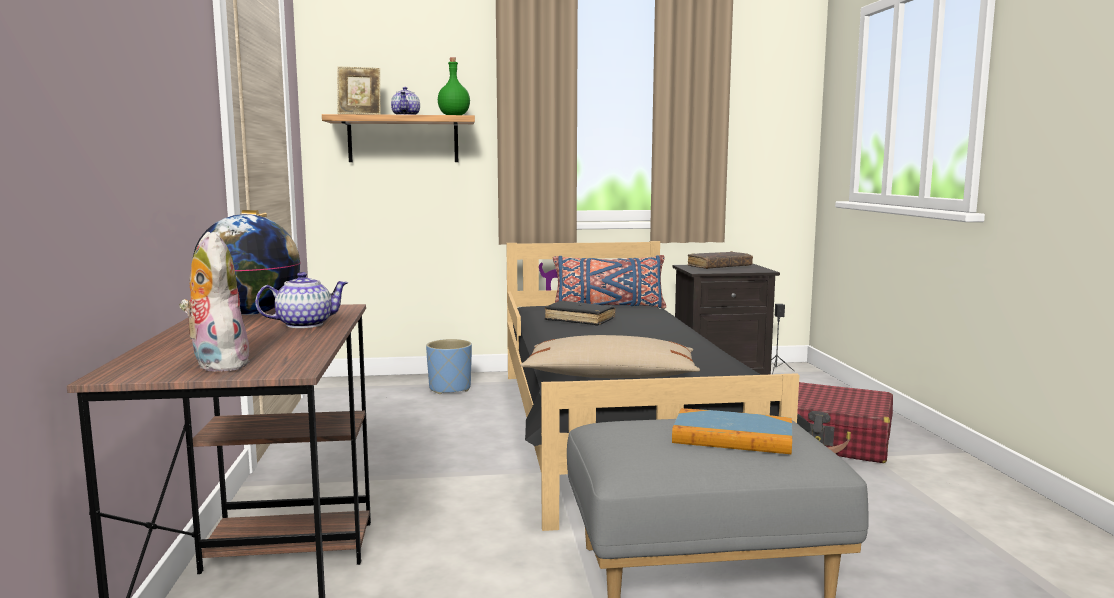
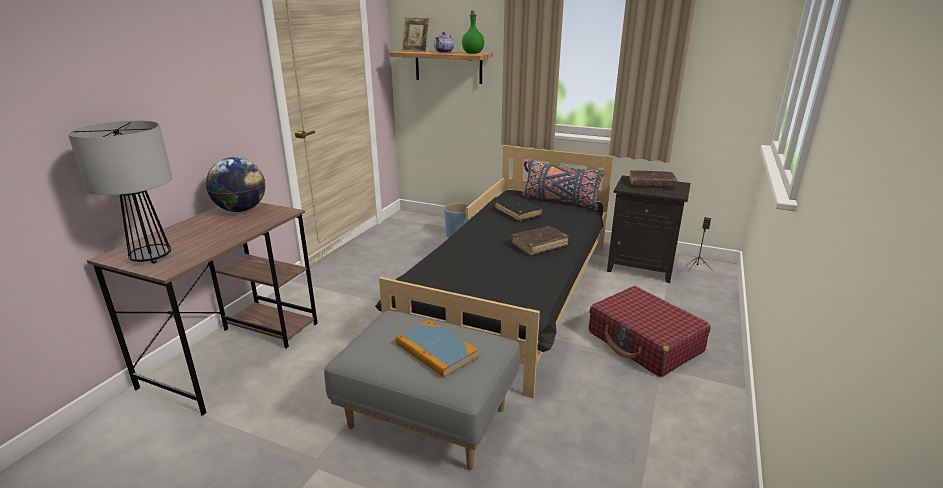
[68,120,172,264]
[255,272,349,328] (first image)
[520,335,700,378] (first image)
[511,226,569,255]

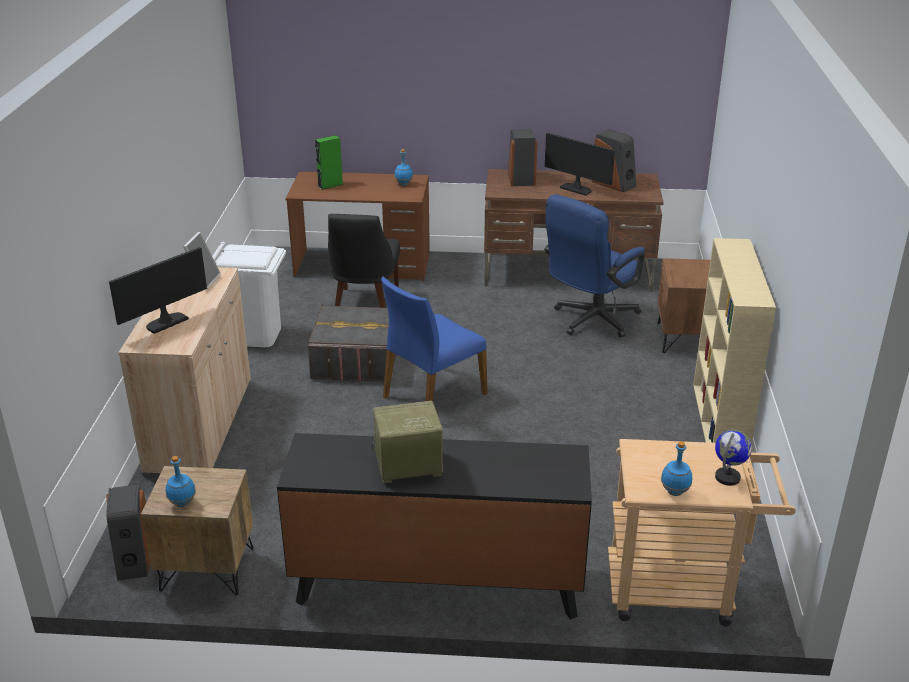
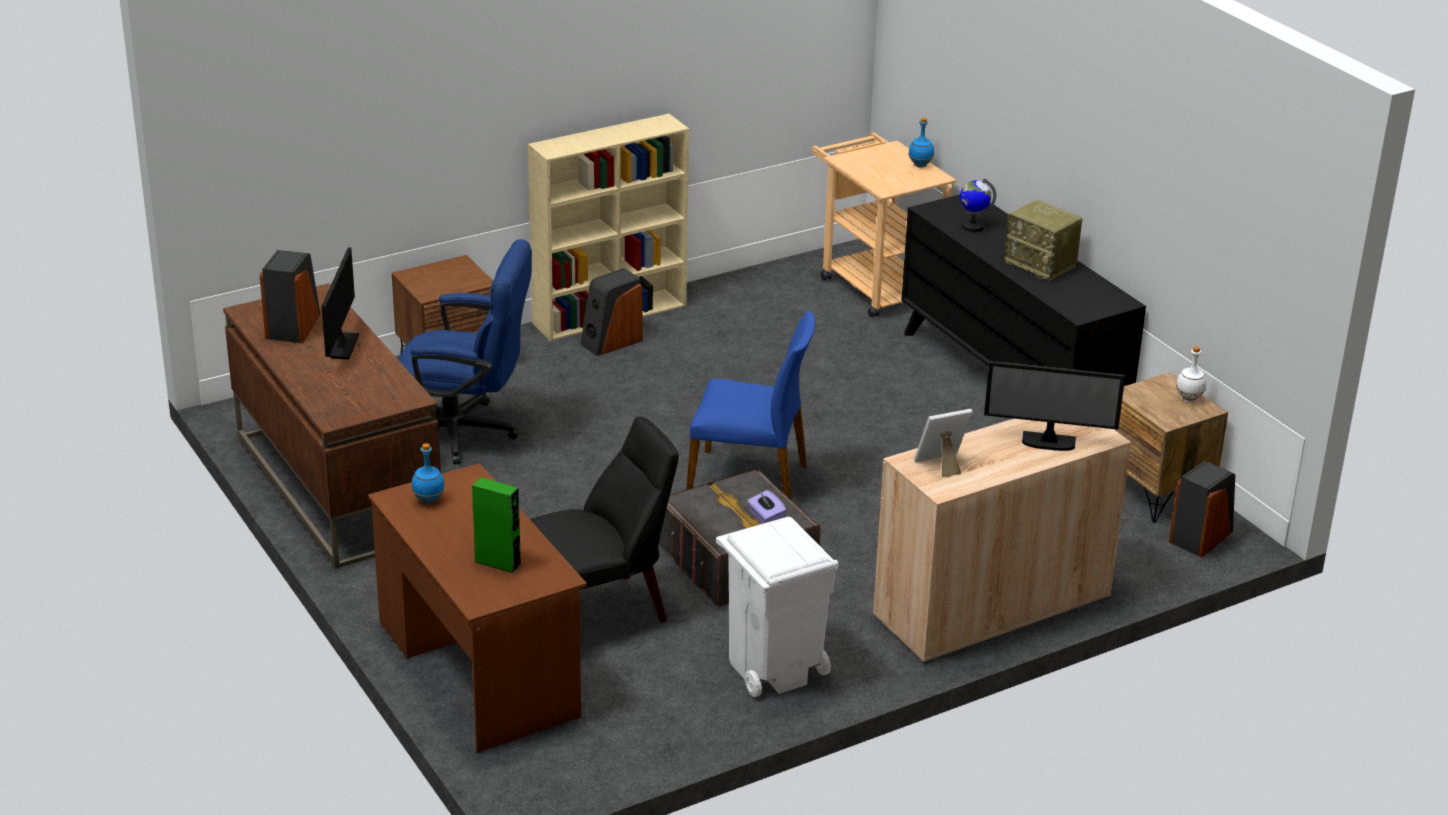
[1176,346,1206,402]
[580,268,643,356]
[960,179,996,232]
[747,490,787,524]

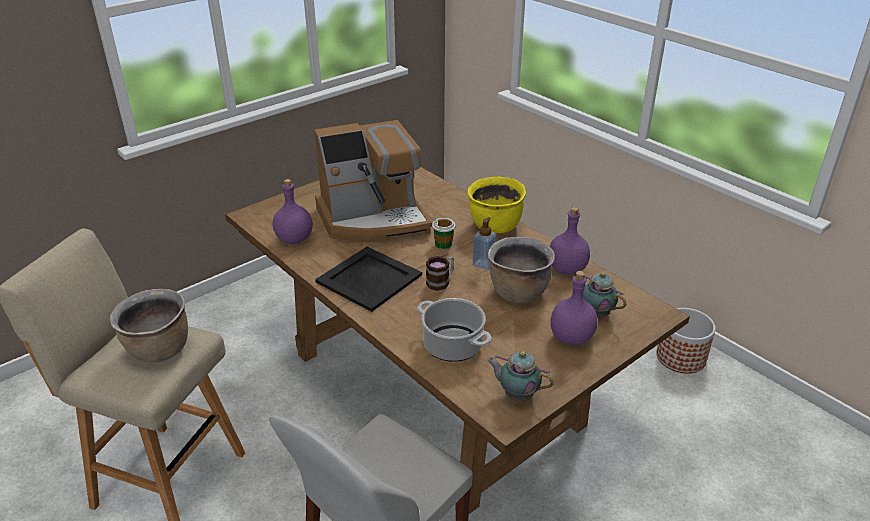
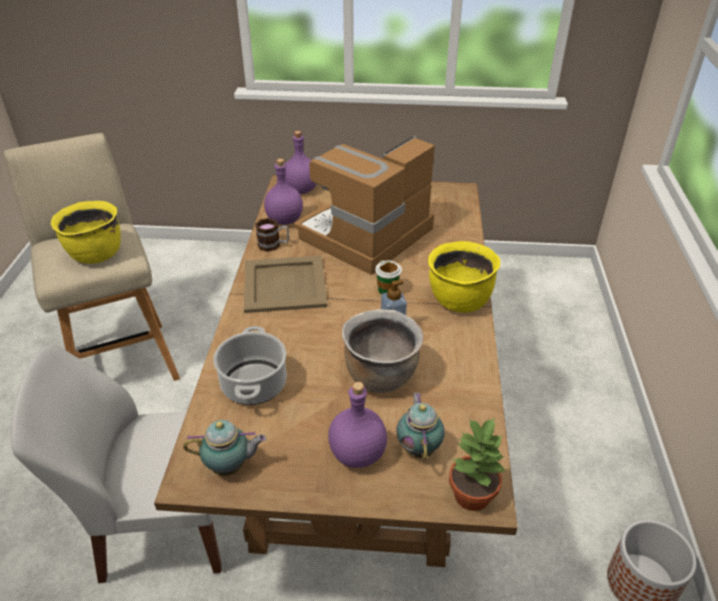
[51,201,121,264]
[294,136,435,275]
[244,255,327,313]
[255,218,289,252]
[183,420,266,476]
[285,131,317,194]
[449,418,506,511]

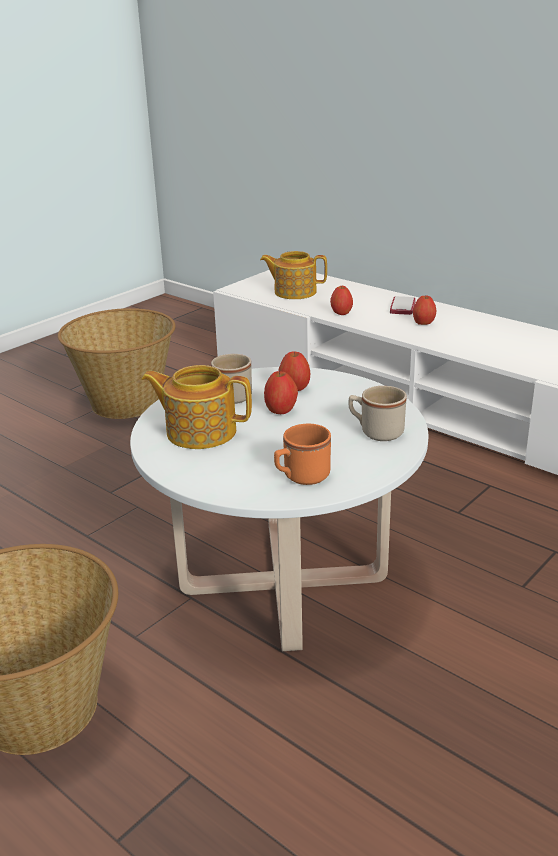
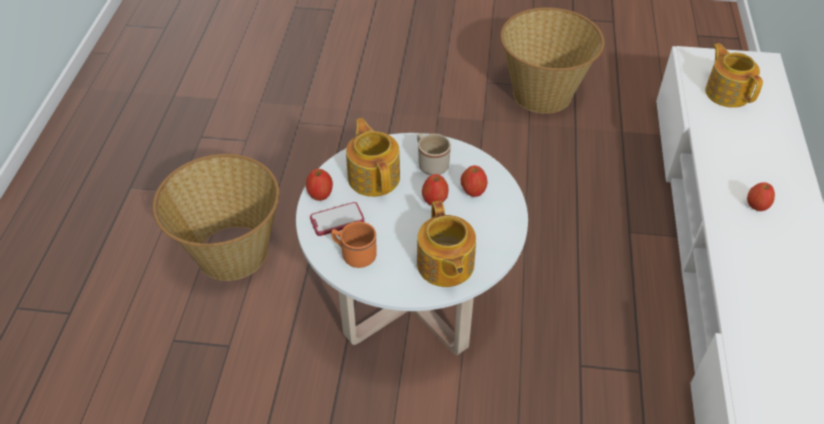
[306,169,333,201]
[417,200,476,287]
[310,202,364,236]

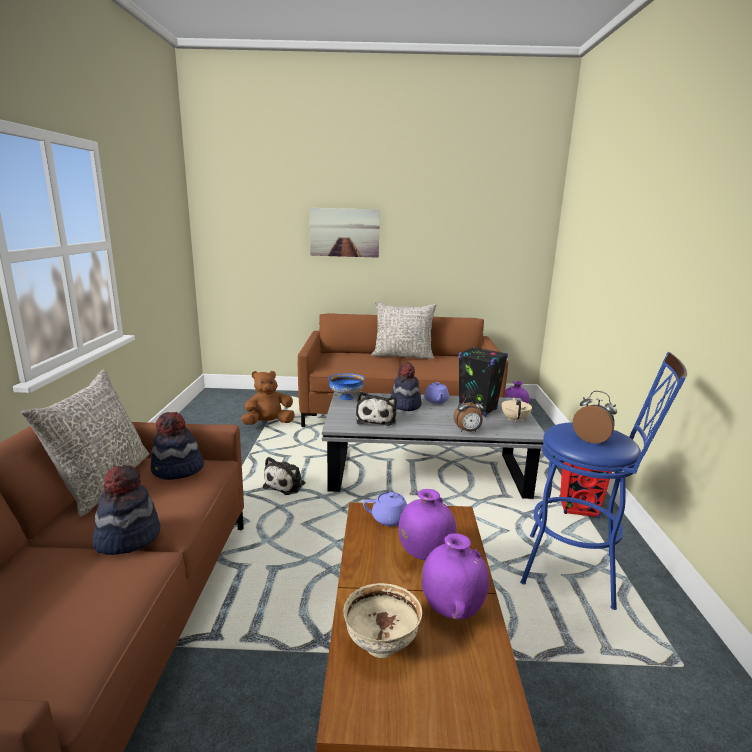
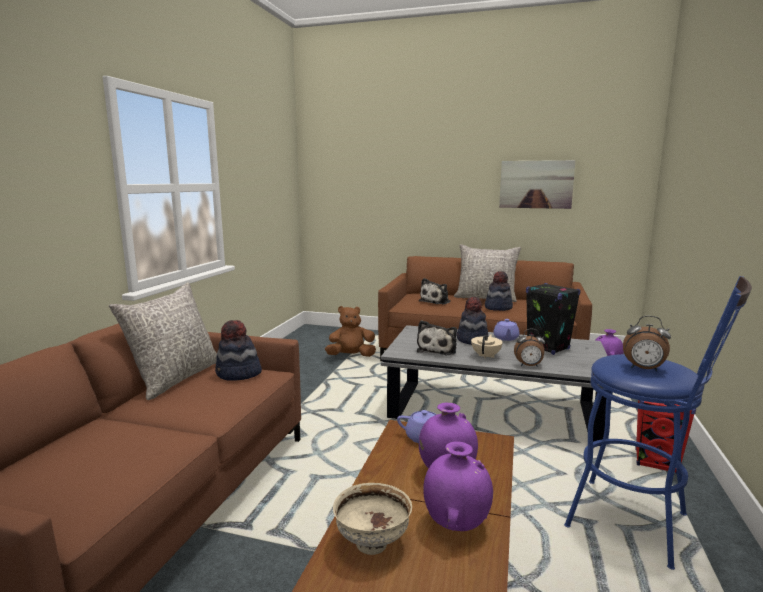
[485,271,513,311]
[419,278,451,305]
[499,160,576,209]
[328,373,365,400] (first image)
[471,334,503,359]
[623,316,671,372]

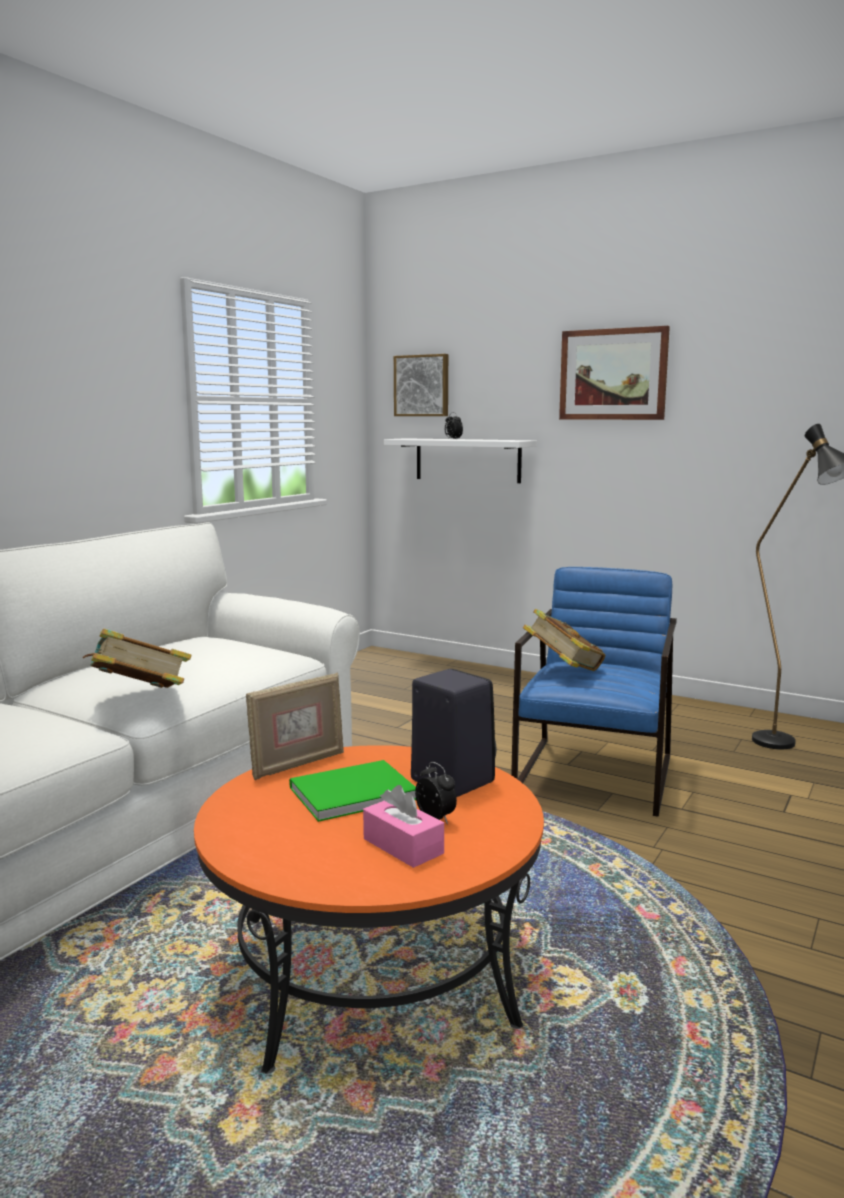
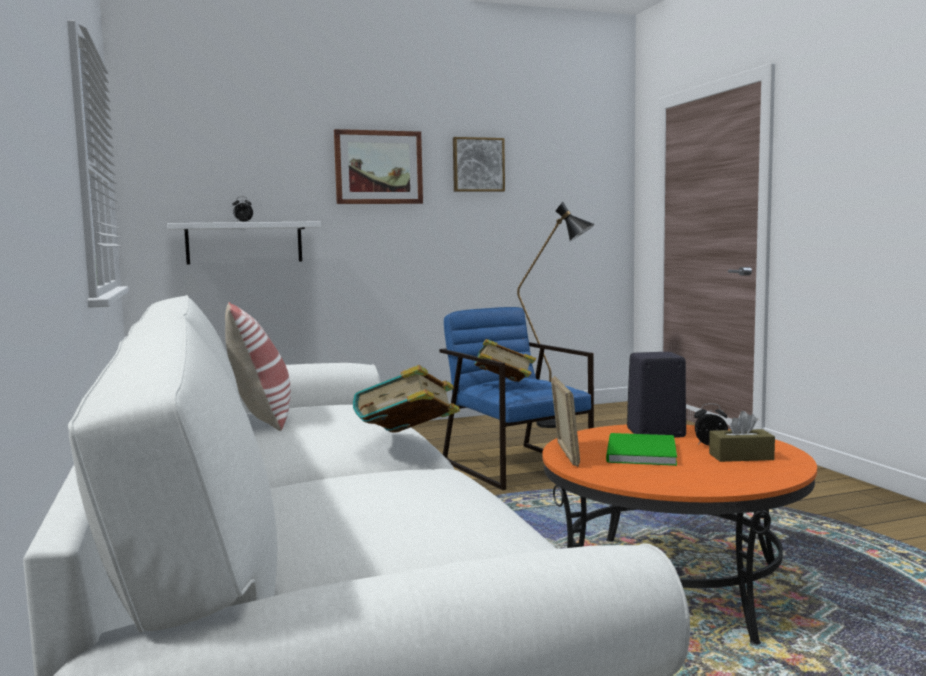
[709,411,775,462]
[453,137,505,192]
[225,302,291,431]

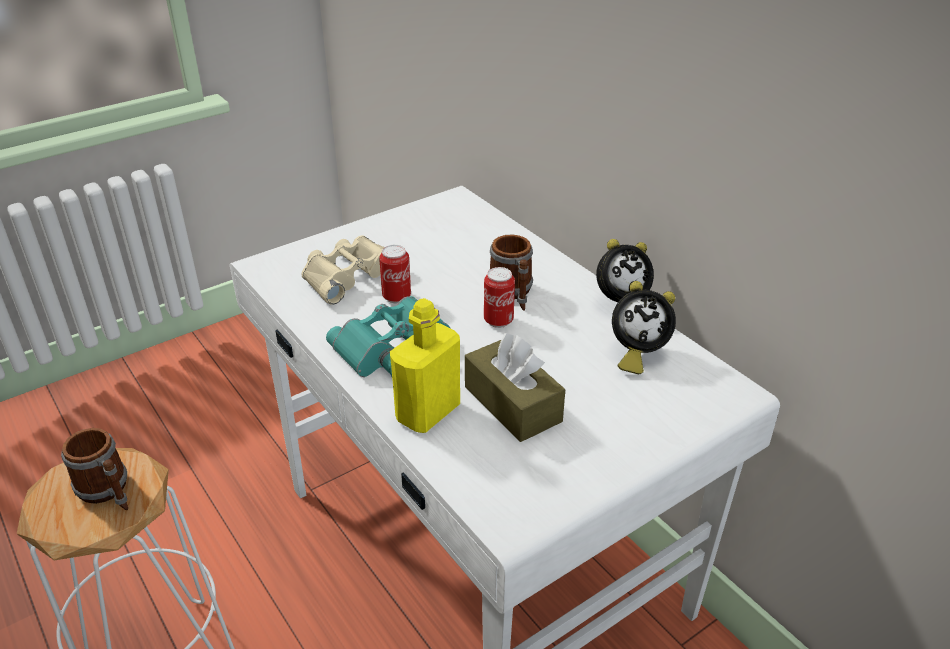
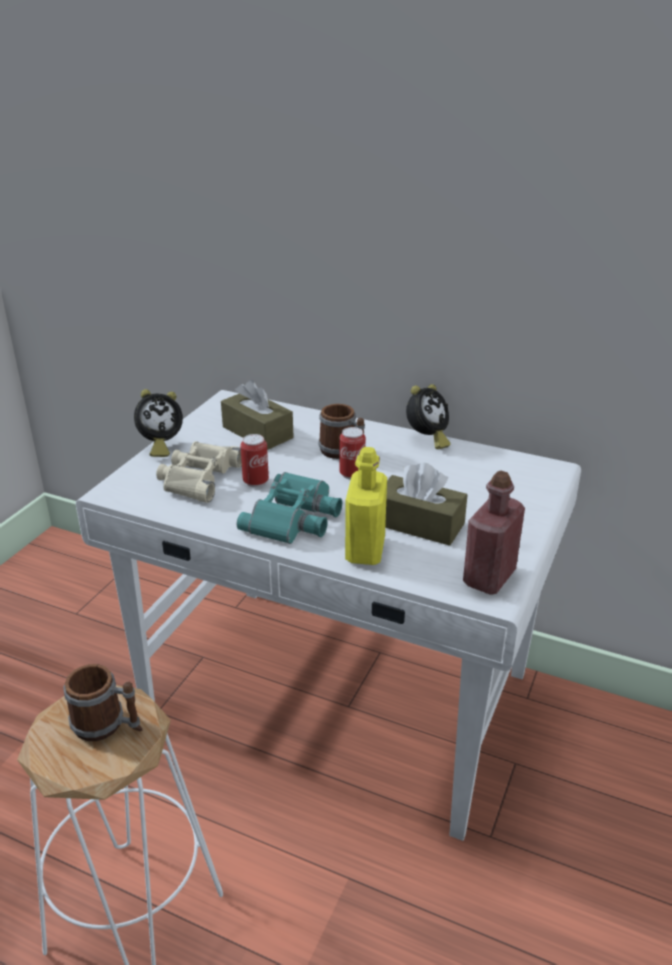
[134,389,183,457]
[221,380,293,450]
[463,471,525,595]

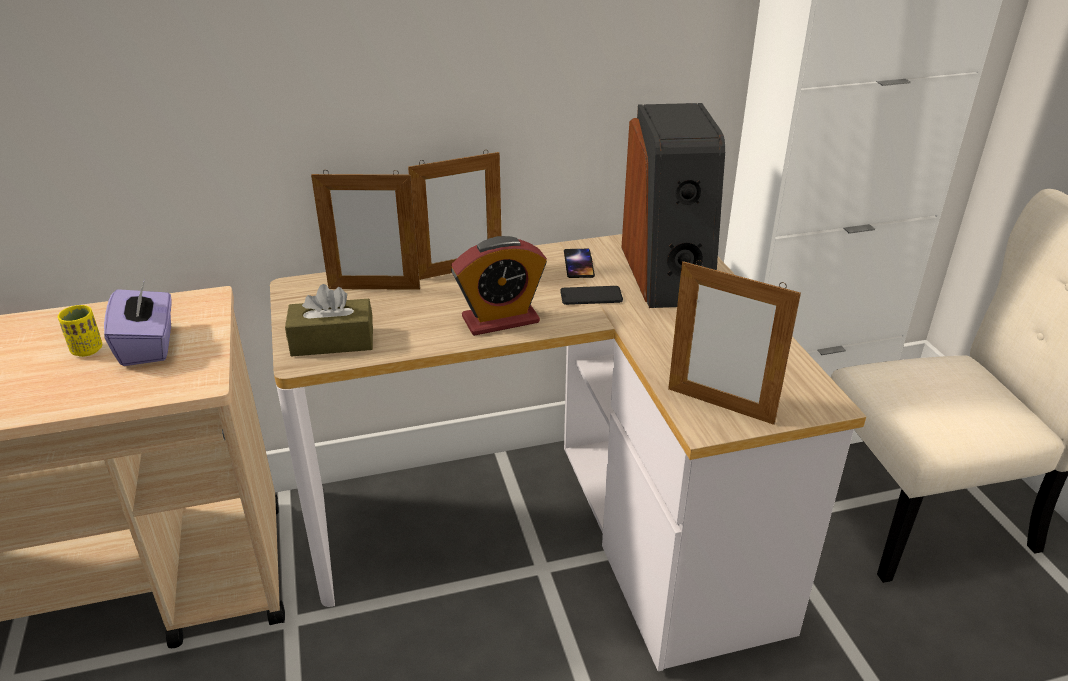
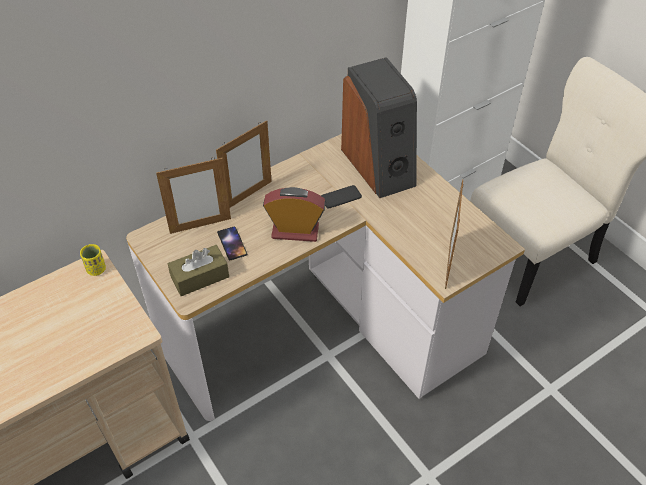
[80,244,106,276]
[104,280,172,366] (first image)
[263,187,326,242]
[217,226,247,260]
[445,179,464,289]

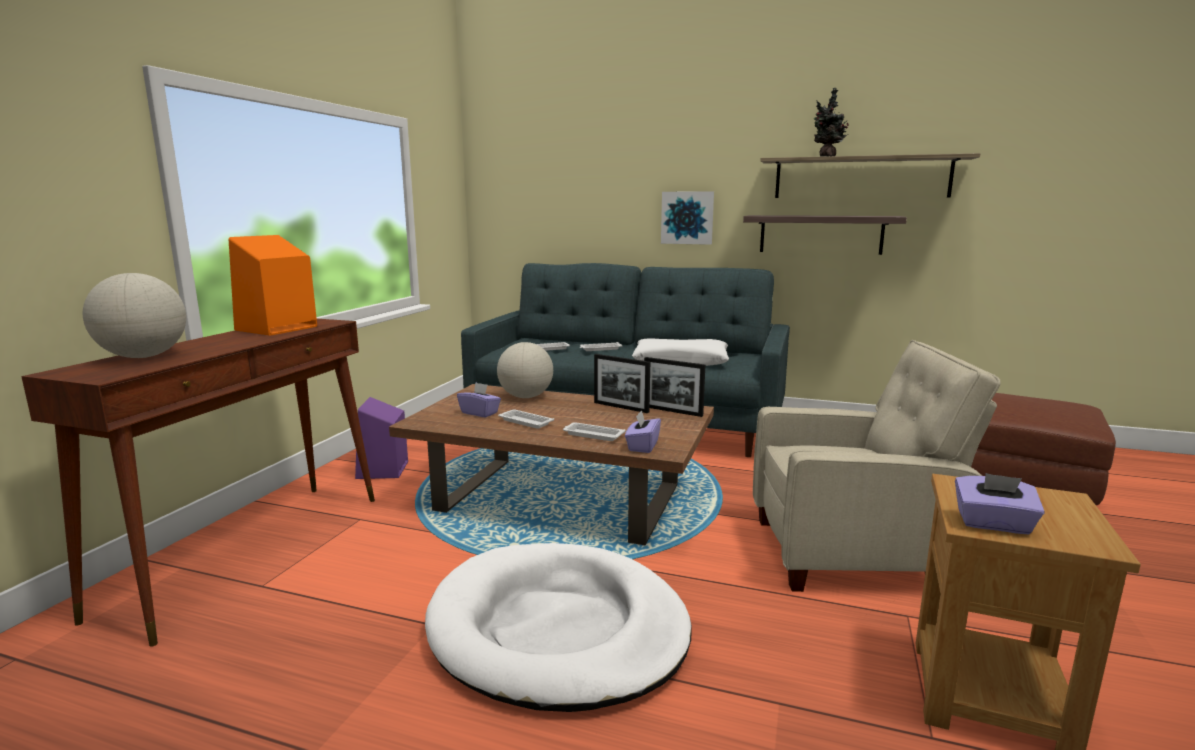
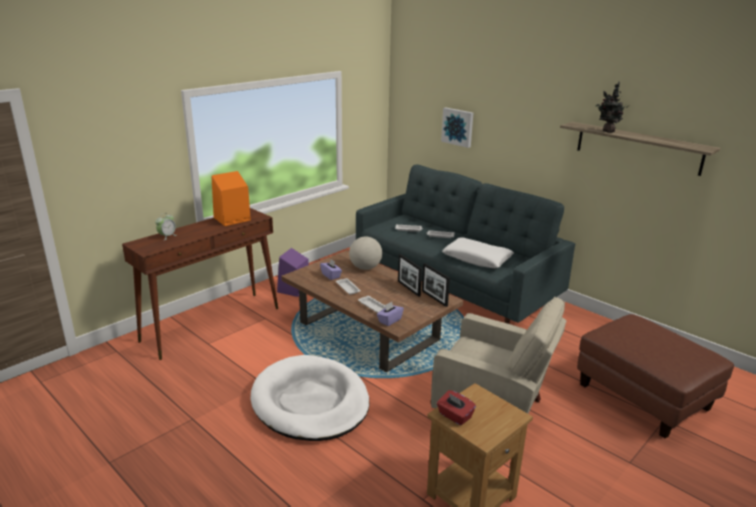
[155,213,177,241]
[441,108,473,148]
[743,215,907,255] (first image)
[437,390,476,425]

